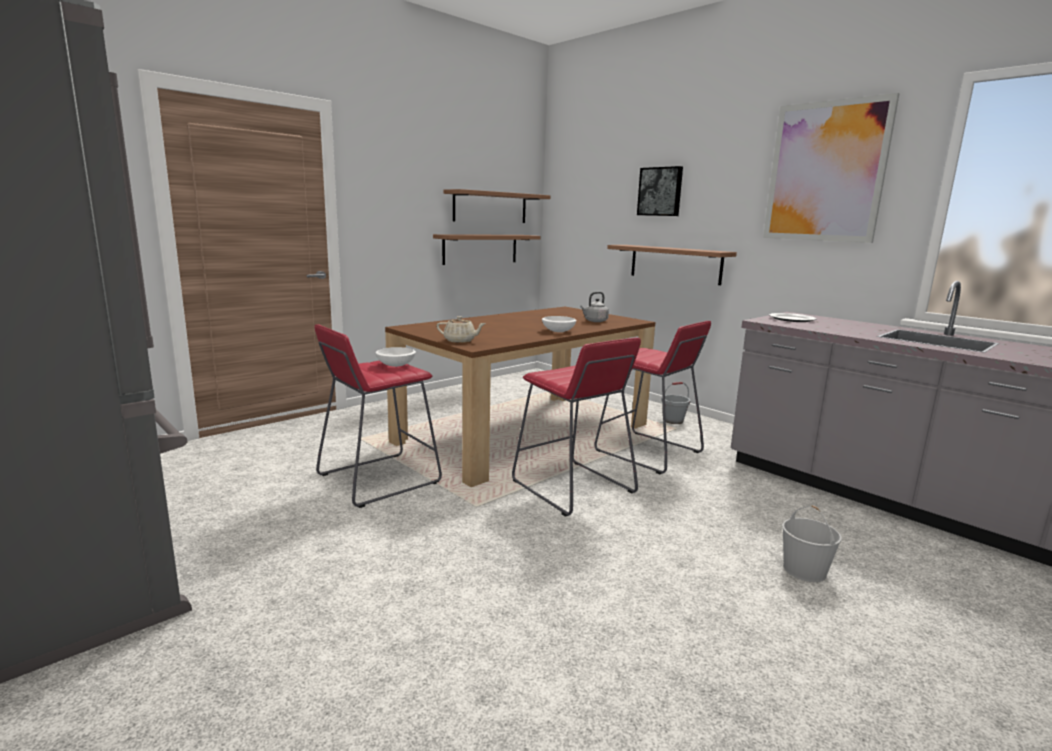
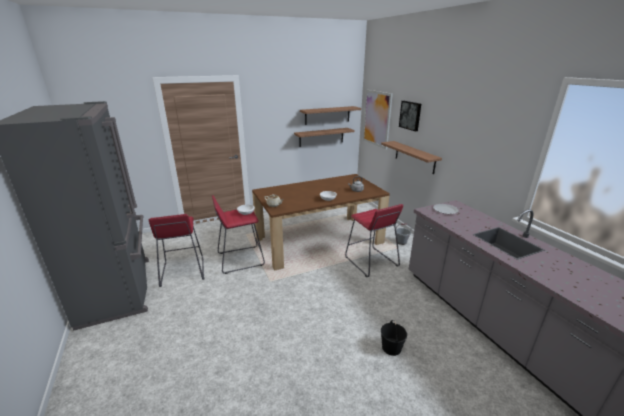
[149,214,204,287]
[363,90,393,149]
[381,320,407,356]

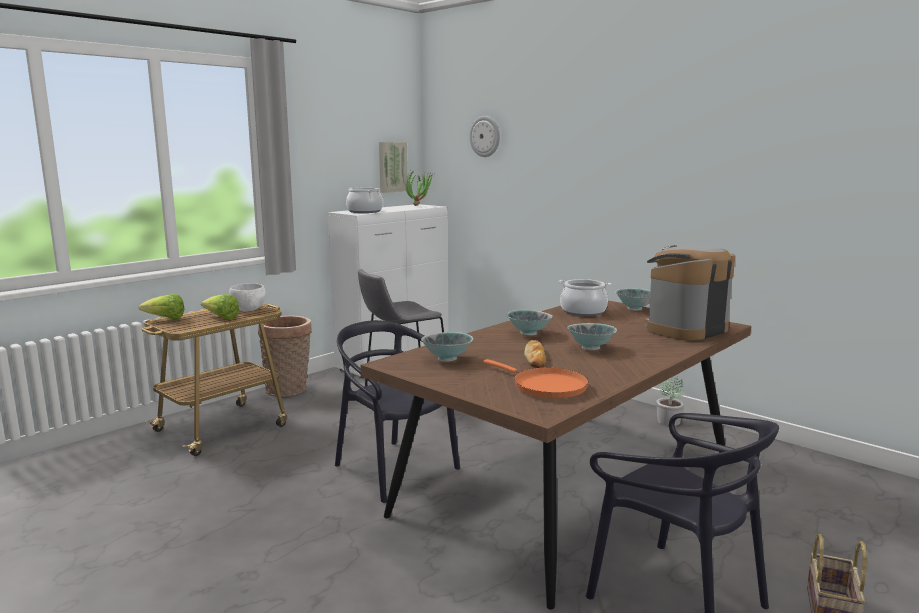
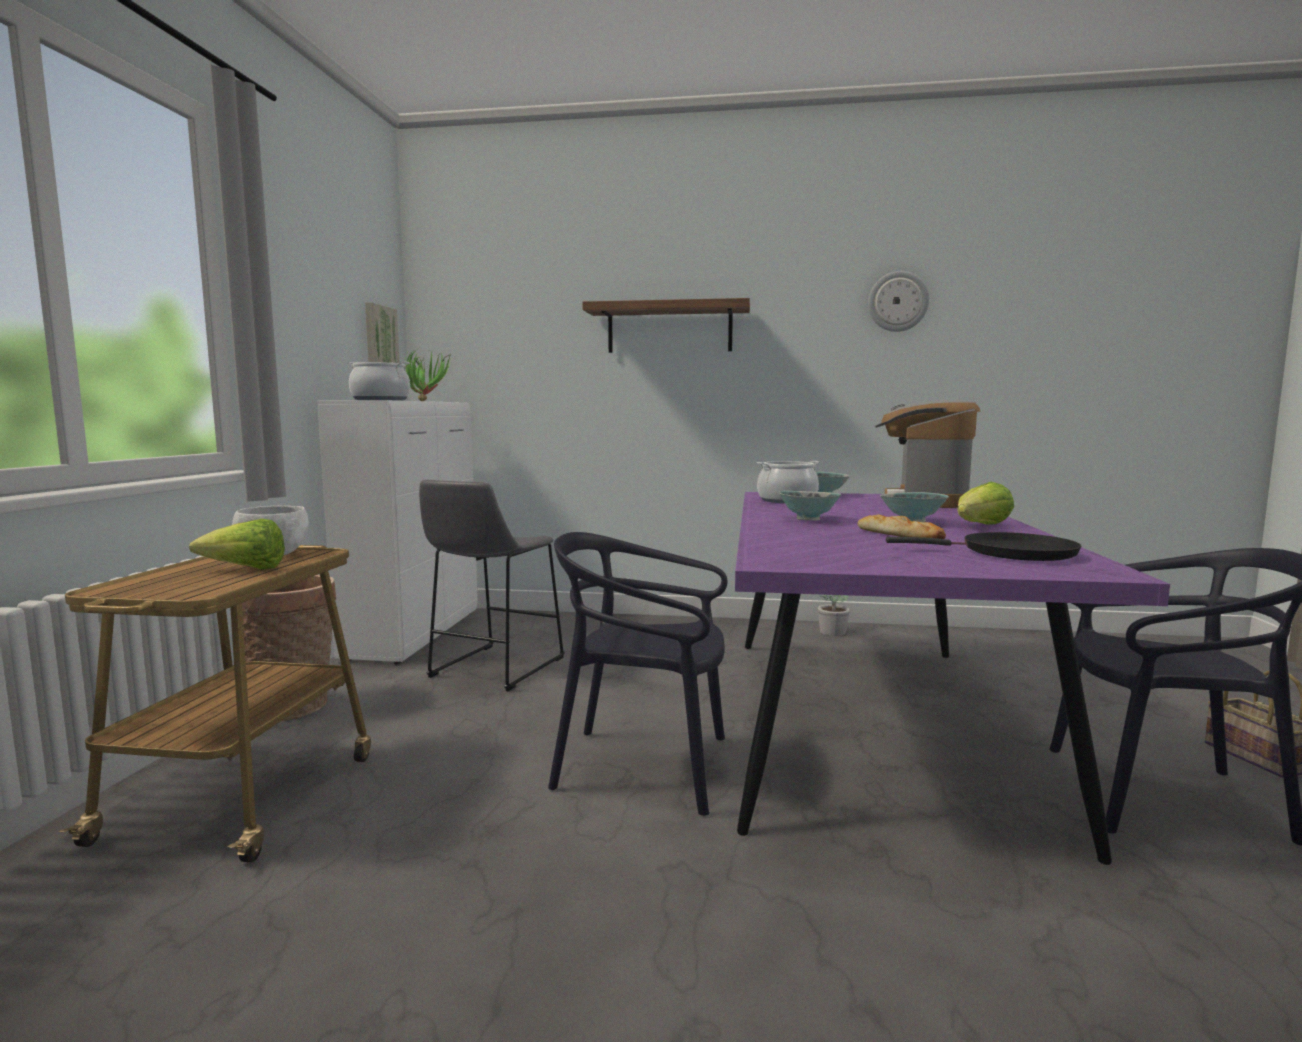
[957,482,1014,525]
[735,492,1170,865]
[421,332,473,362] (first image)
[868,271,929,332]
[886,532,1081,561]
[582,298,750,353]

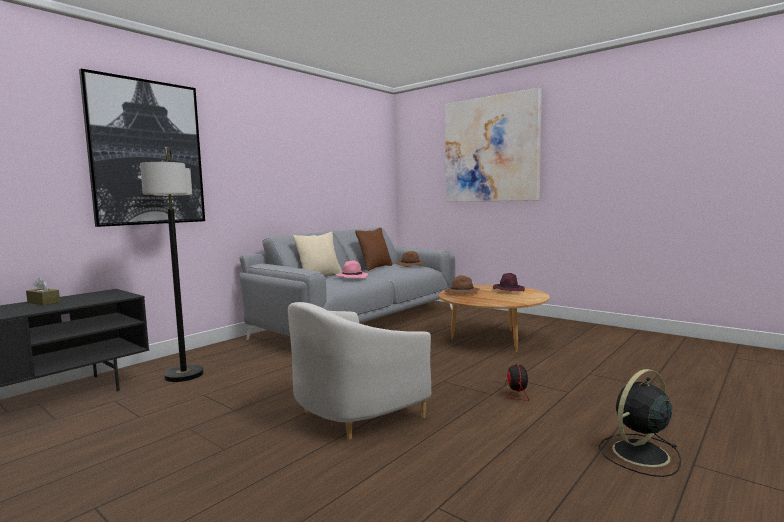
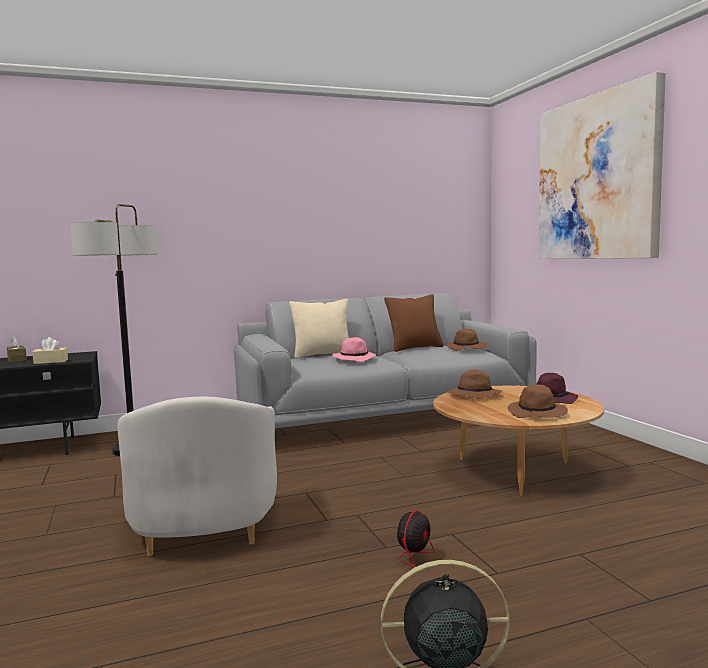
[79,69,205,227] (first image)
[117,396,277,556]
[32,337,68,364]
[508,385,568,418]

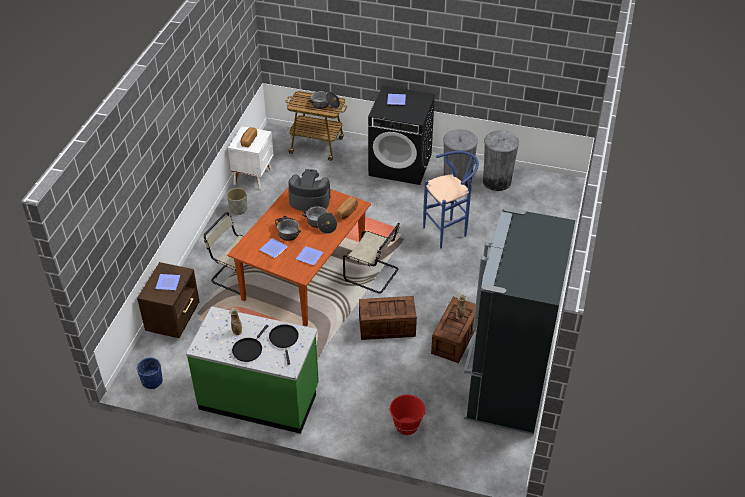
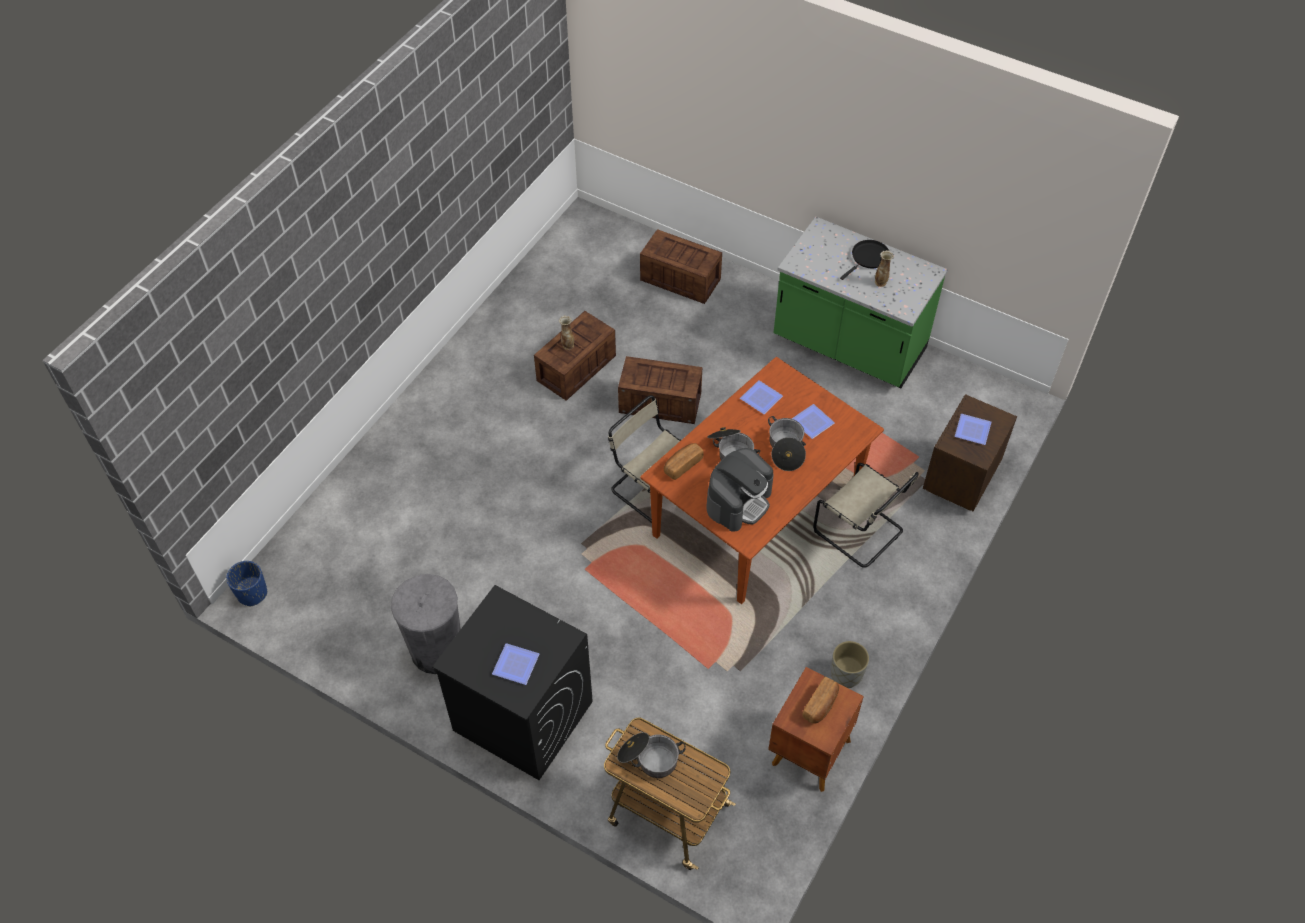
[226,561,267,607]
[768,667,864,792]
[269,324,299,365] (first image)
[706,448,773,532]
[640,229,722,304]
[423,151,479,248] (first image)
[464,207,575,435] (first image)
[483,130,519,191] (first image)

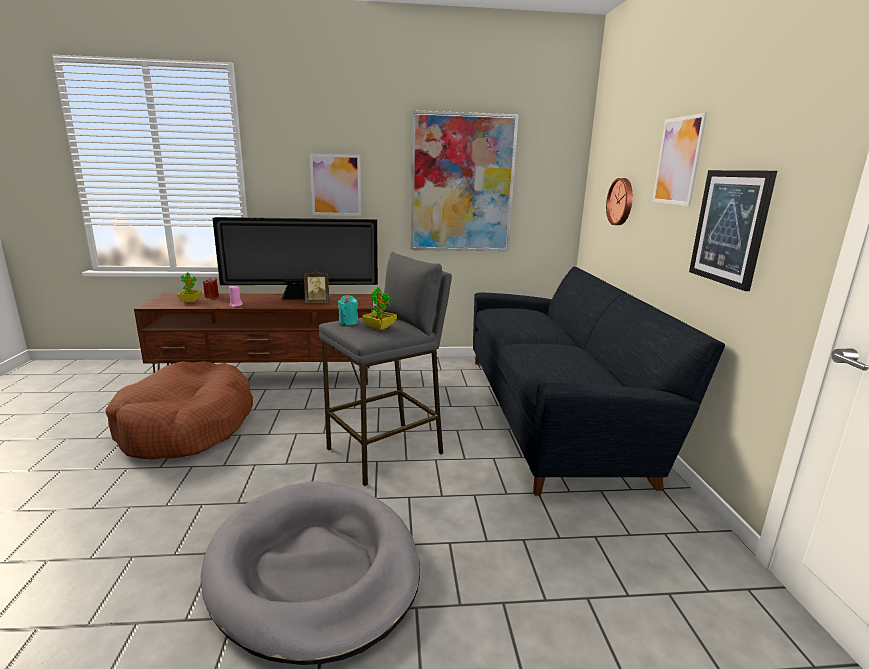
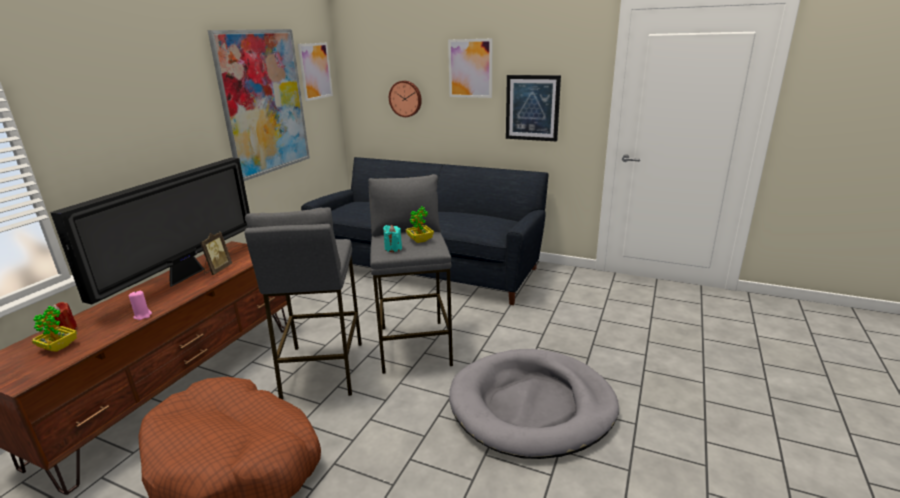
[298,43,333,101]
[244,207,362,400]

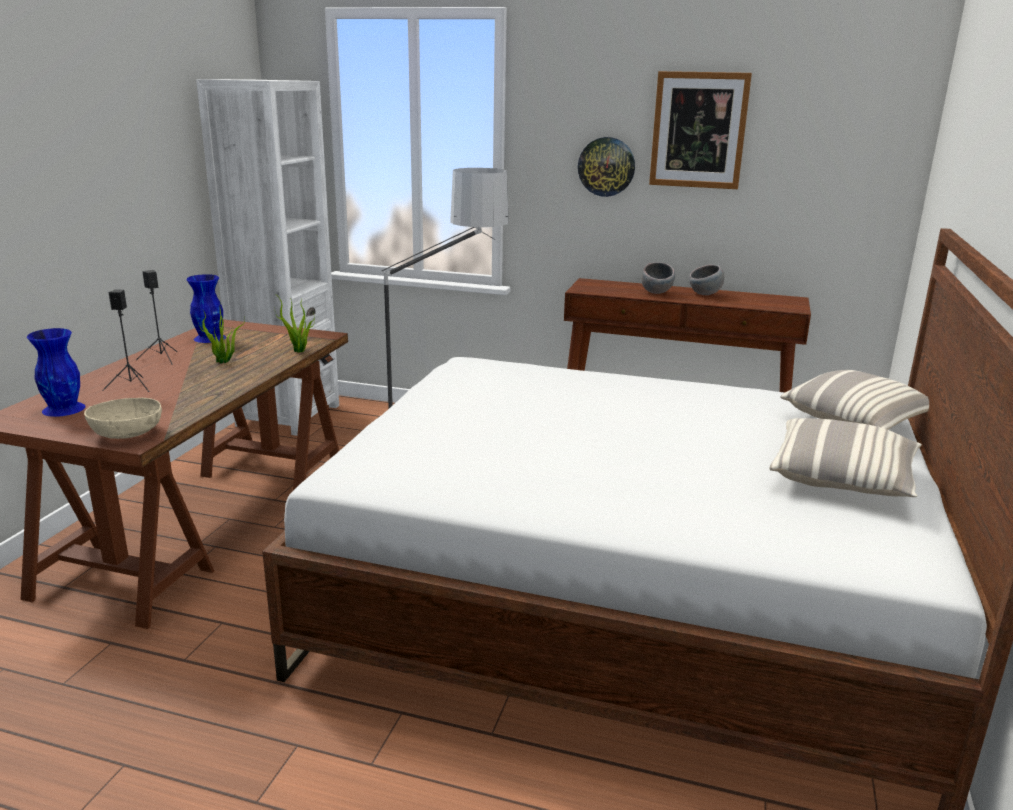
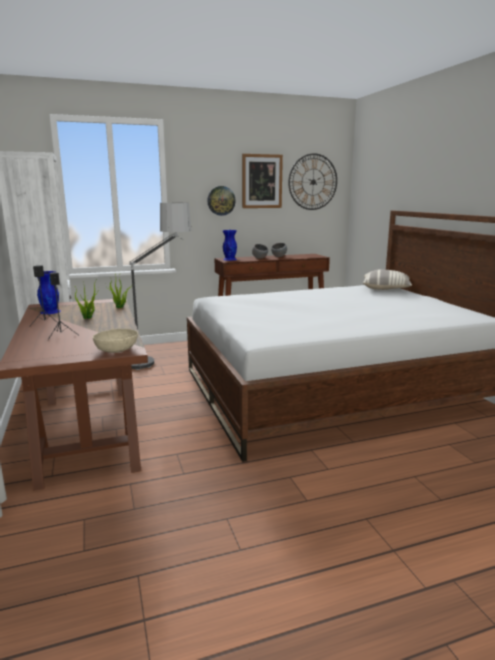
[223,230,237,261]
[769,418,922,497] (first image)
[288,153,337,210]

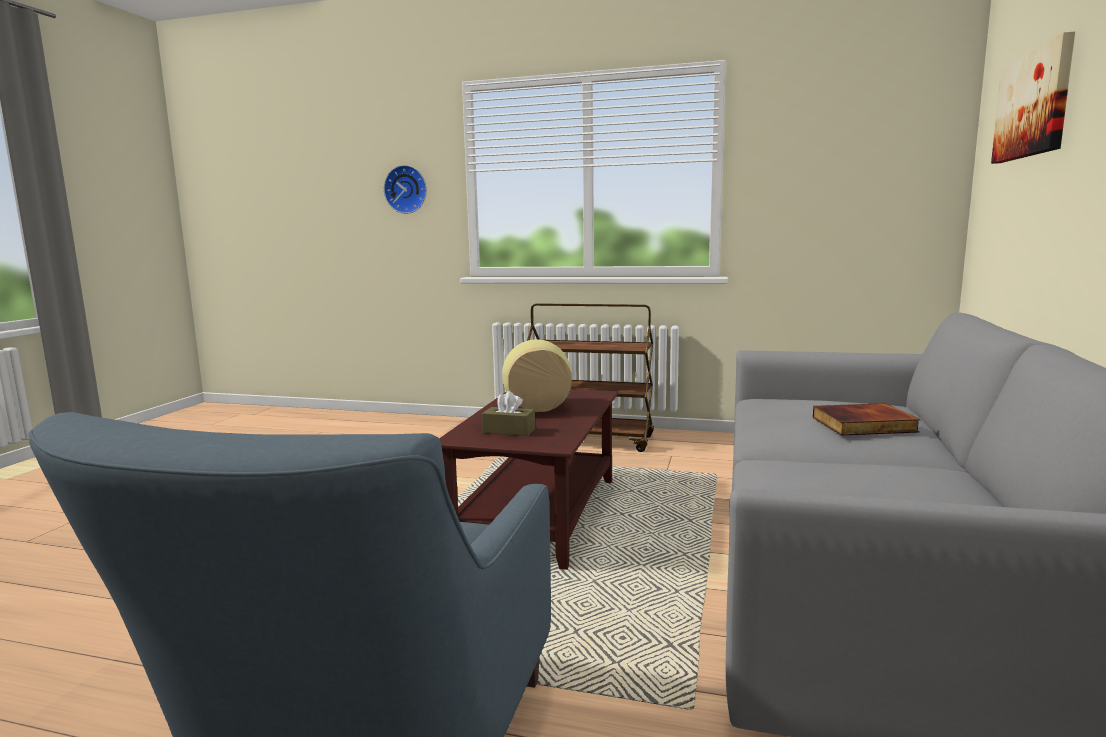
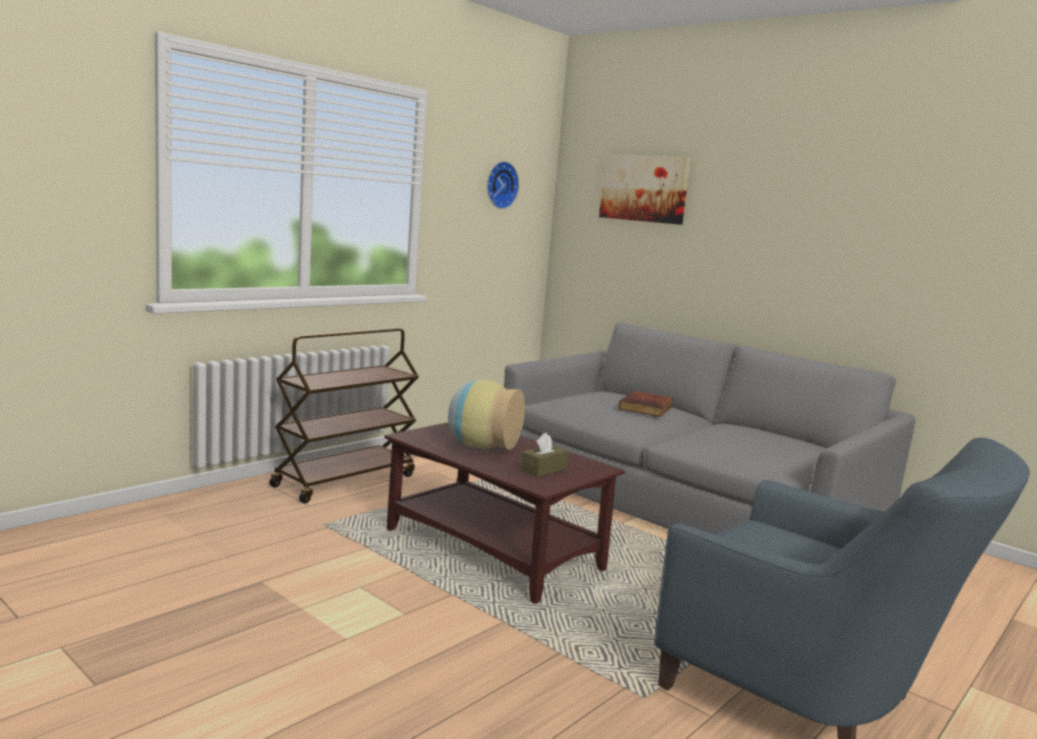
[487,161,519,209]

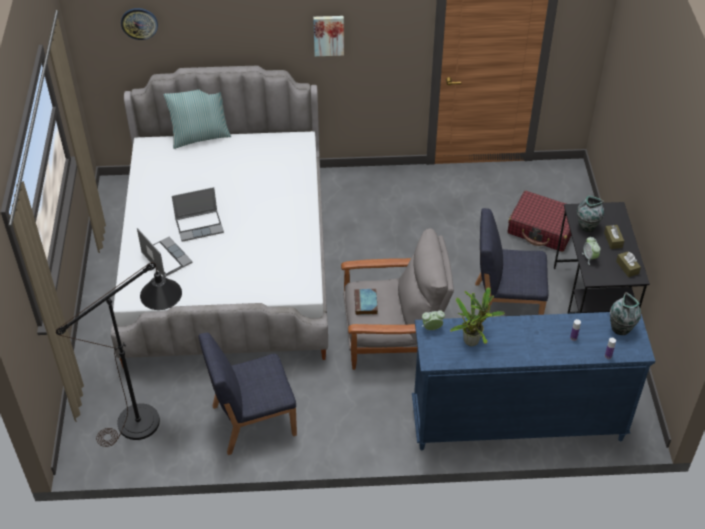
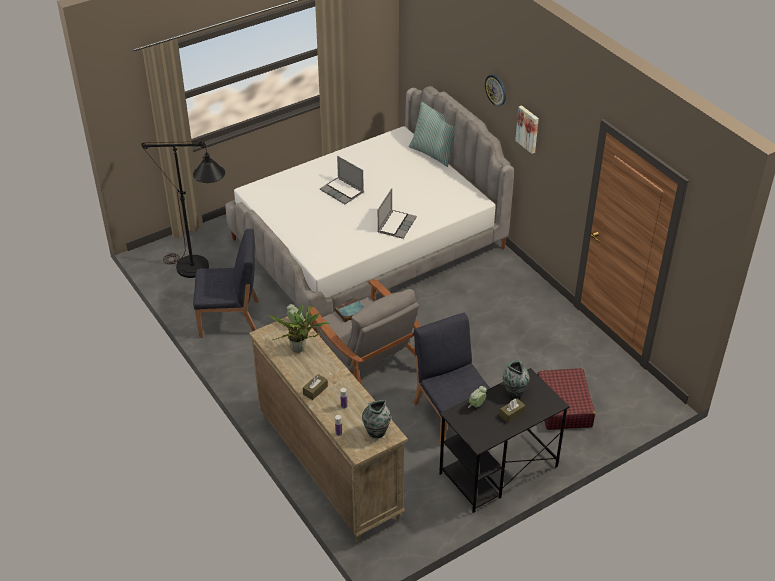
[485,74,506,106]
[378,188,417,239]
[193,229,259,338]
[249,316,408,543]
[303,374,328,400]

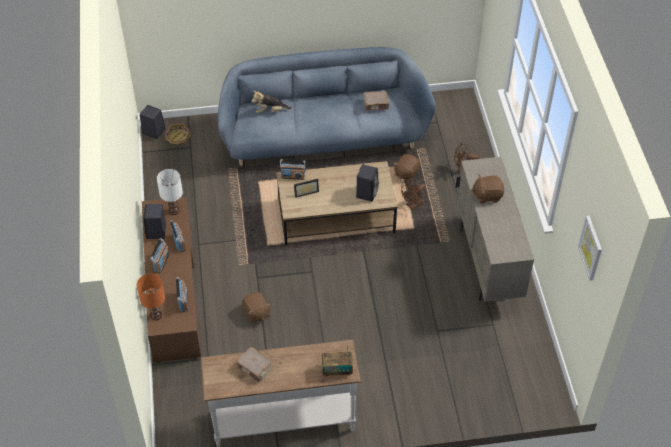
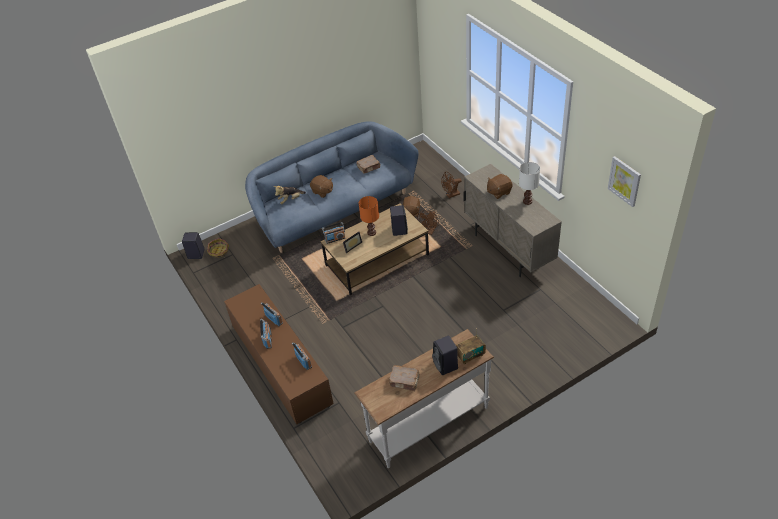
[359,196,379,236]
[432,335,458,375]
[519,162,540,205]
[310,175,333,198]

